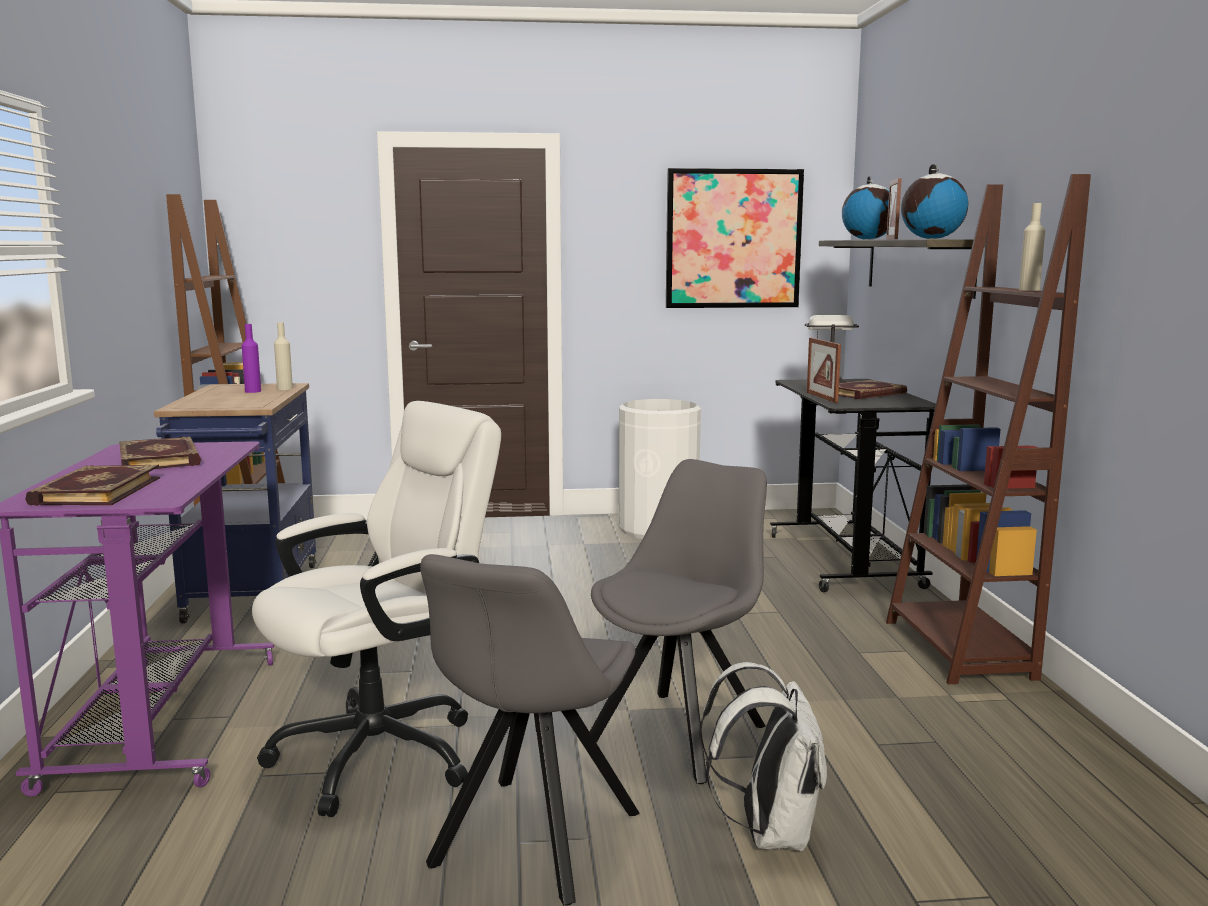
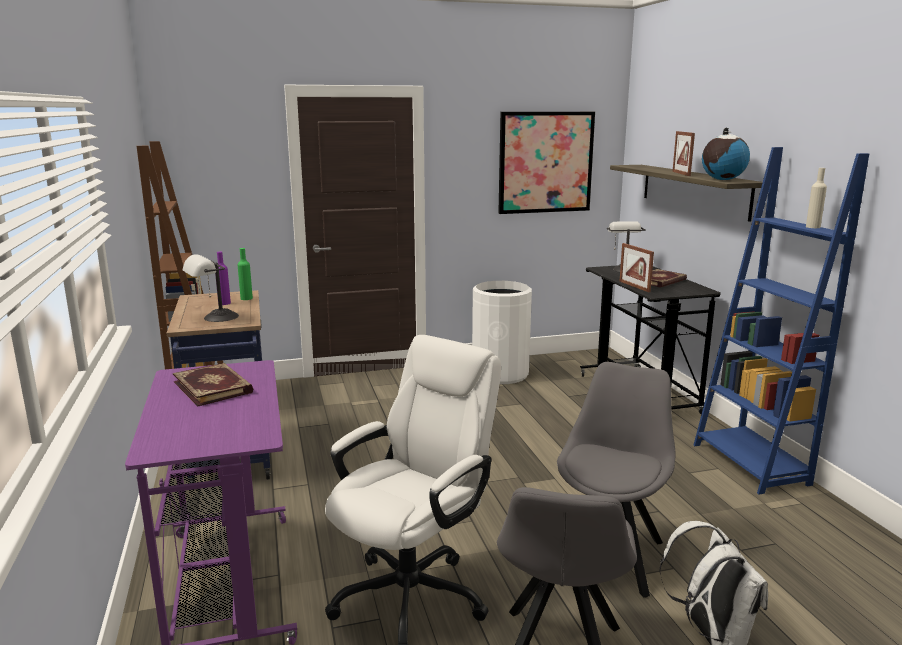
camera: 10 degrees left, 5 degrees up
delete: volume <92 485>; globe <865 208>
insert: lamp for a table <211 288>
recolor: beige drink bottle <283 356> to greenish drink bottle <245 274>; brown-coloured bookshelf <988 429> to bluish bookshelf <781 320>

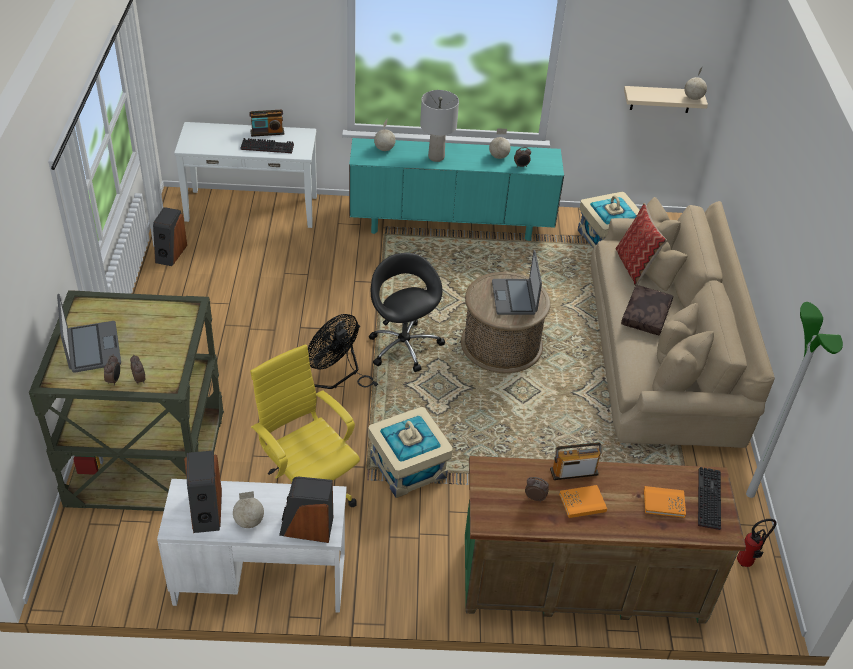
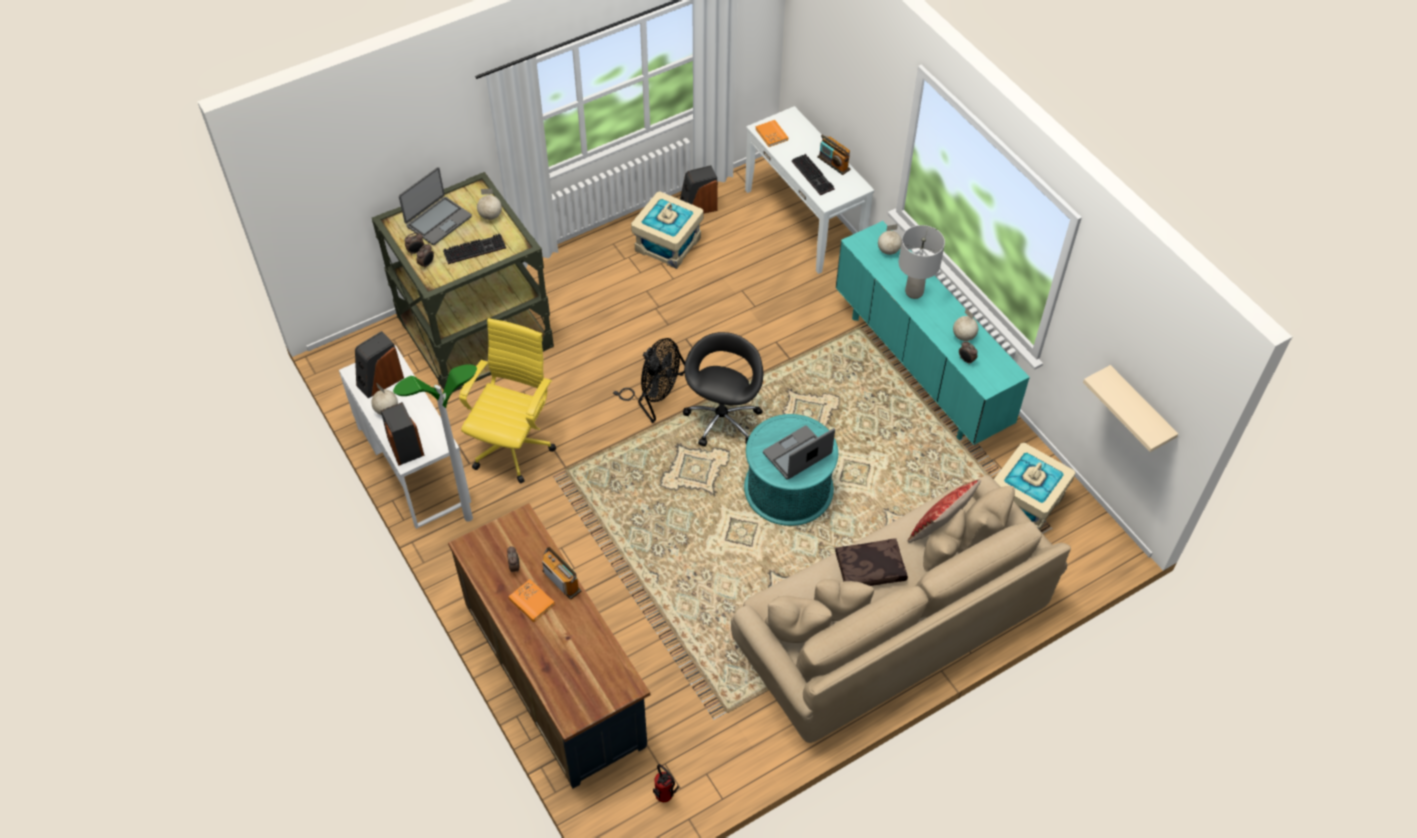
camera: 60 degrees right, 10 degrees up
move: beige storage bin <410 452> to <667 230>; orange-coloured volume <665 502> to <771 133>; globe <696 83> to <489 204>; PC keyboard <709 498> to <474 249>; standing lamp <794 400> to <435 443>
recolor: brown-coloured coffee table <506 322> to blue-green coffee table <791 470>; greenish dresser <605 539> to bluish dresser <549 645>
rotate: black fan <343 351> = <649 380> 105 degrees clockwise

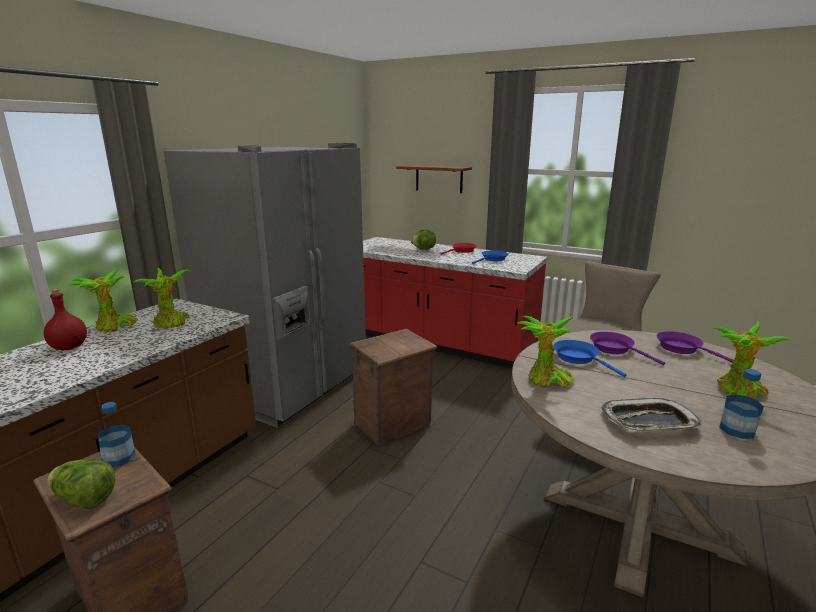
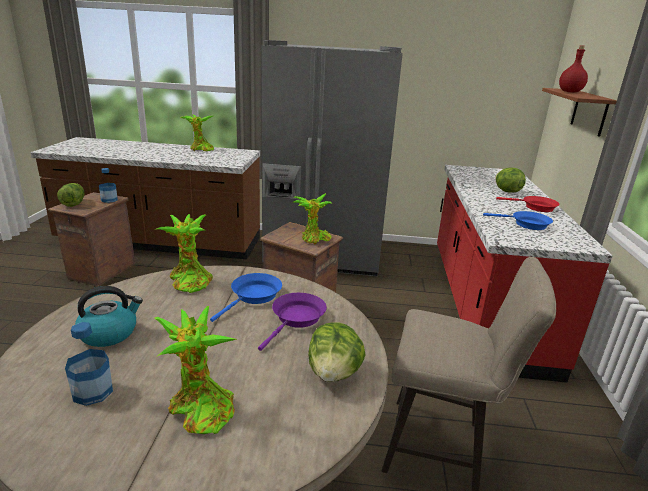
camera: 65 degrees right, 5 degrees up
move: reddish drink bottle <65 319> to <573 68>; plant in a pot <161 298> to <313 218>
replace: serving tray <651 415> to water kettle <109 316>; purplish pan <695 347> to lettuce head <337 352>

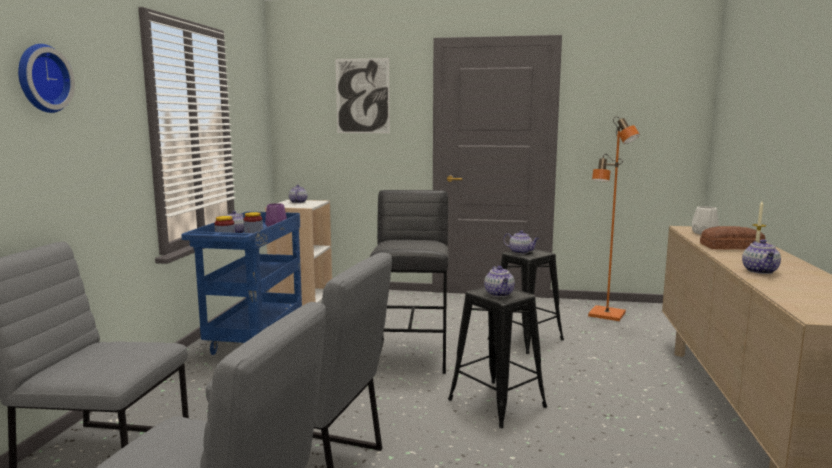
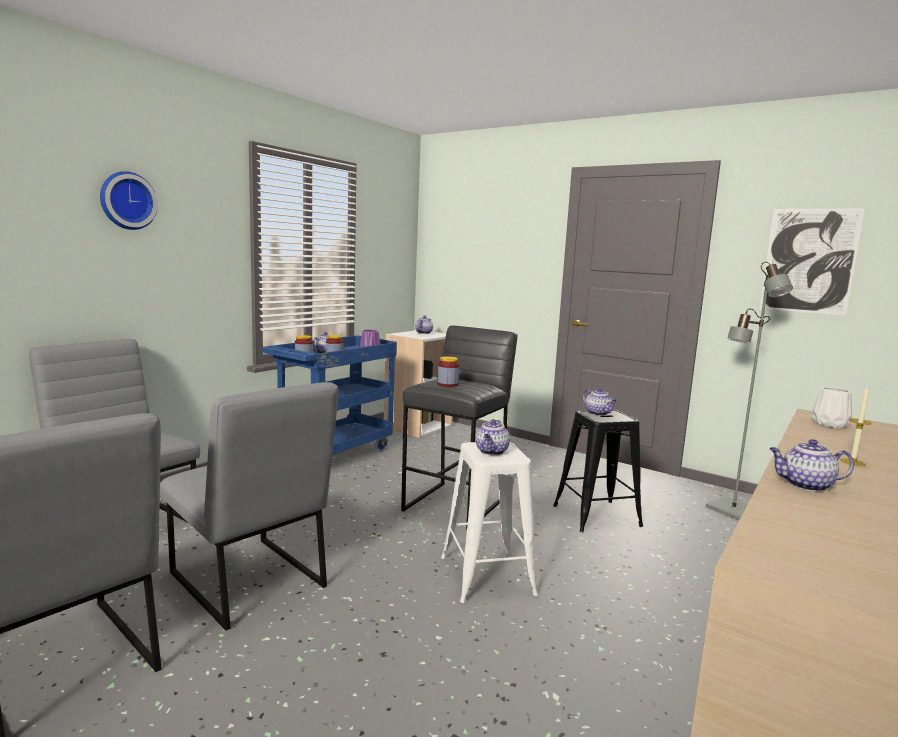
camera: 25 degrees right, 0 degrees up
delete: bakery bread <732 238>
insert: jar <448 371>
move: wall art <363 95> to <812 262>
recolor: black sitting stool <497 357> to white-coloured sitting stool <489 522>; orange-coloured standing lamp <614 218> to greyish standing lamp <749 391>
rotate: teapot <761 256> = <811 465> 60 degrees clockwise

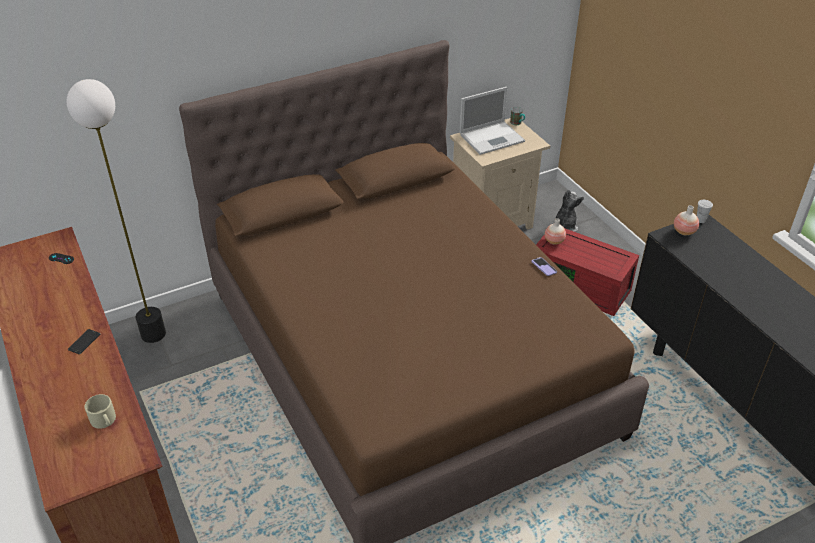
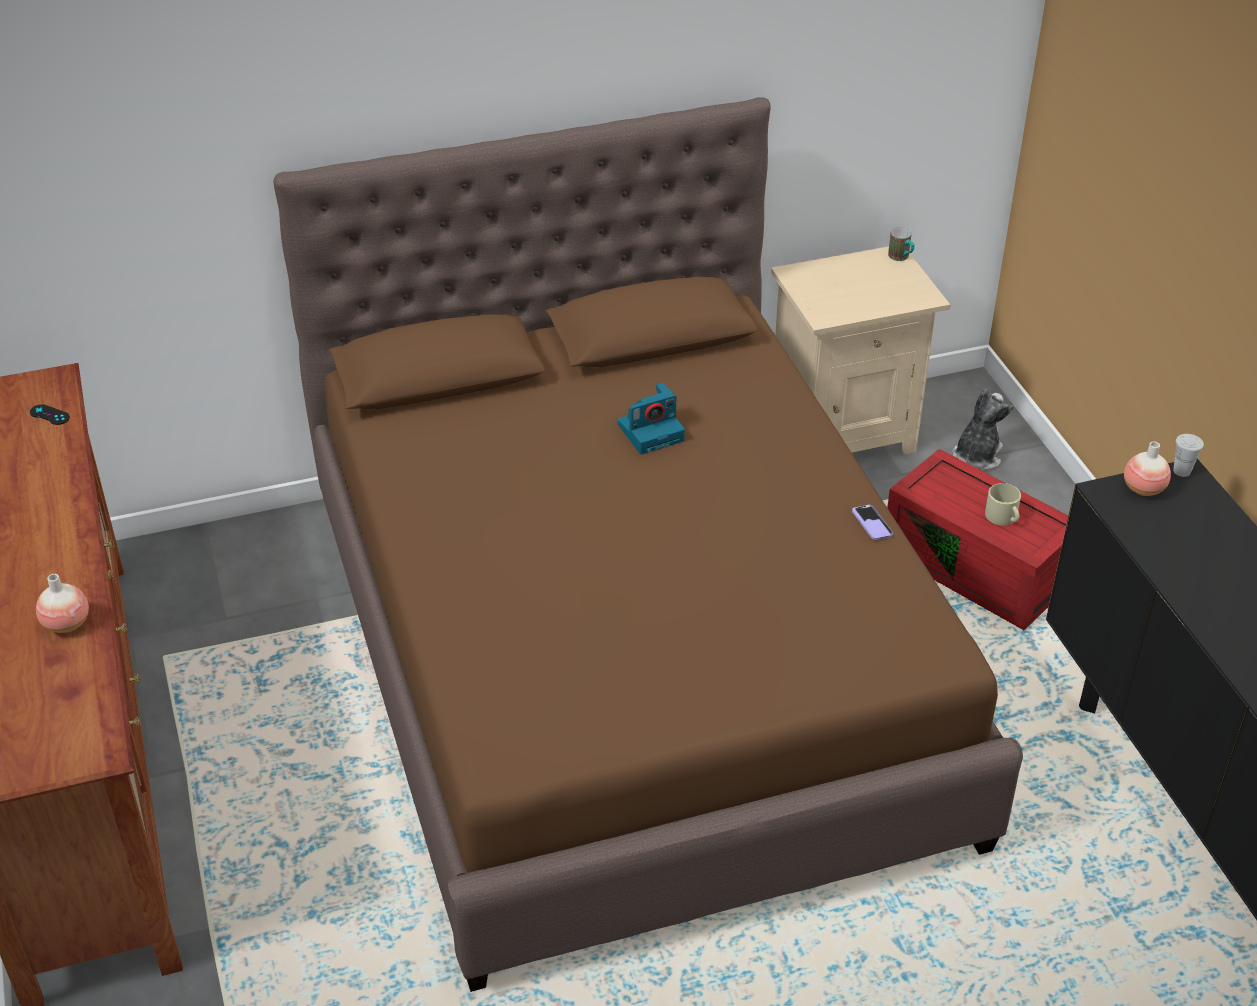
camera: 10 degrees right, 0 degrees up
delete: standing lamp <116 211>; handset <84 341>; laptop <492 121>
insert: photo camera <651 418>
move: beige tea mug <100 411> to <1003 504>; decorative vase <555 231> to <62 603>

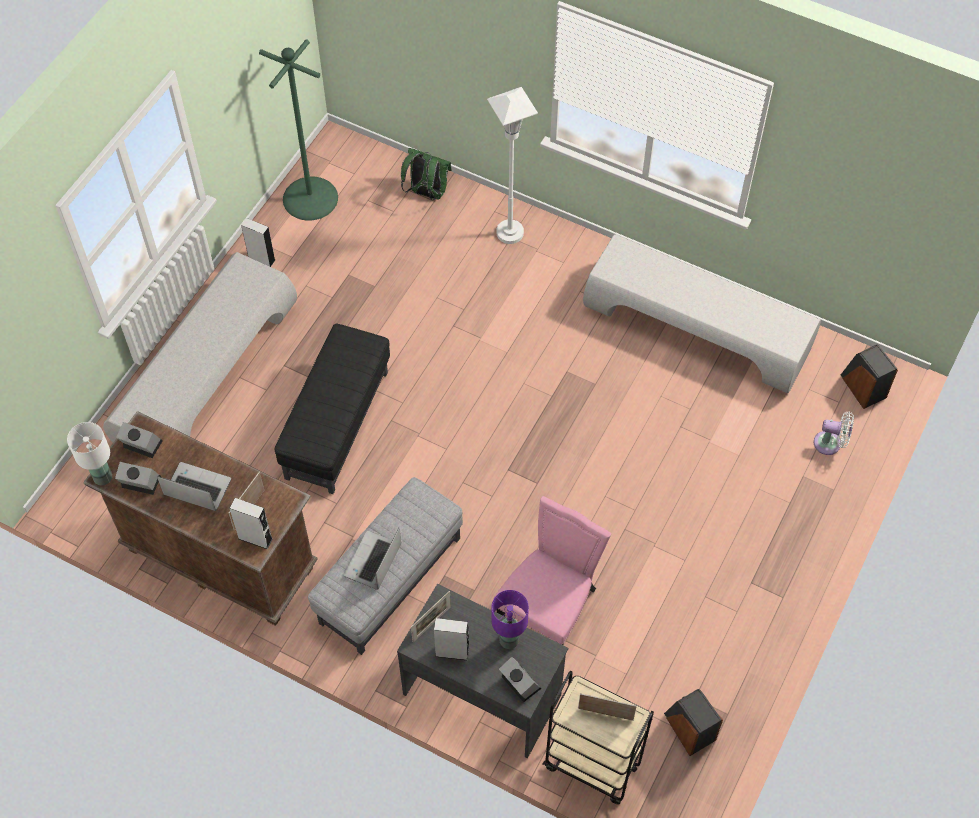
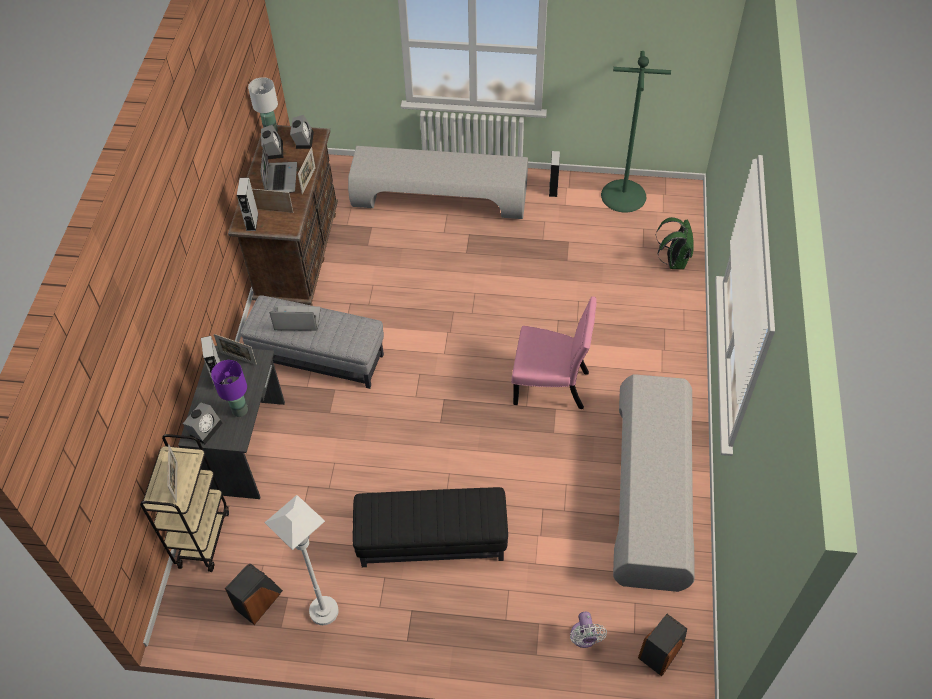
camera: 70 degrees right, 5 degrees down
insert: photo frame <307 171>
move: black ottoman <332 408> to <430 527>; white-coloured standing lamp <512 165> to <301 560>; pink-coloured plain chair <552 570> to <554 353>

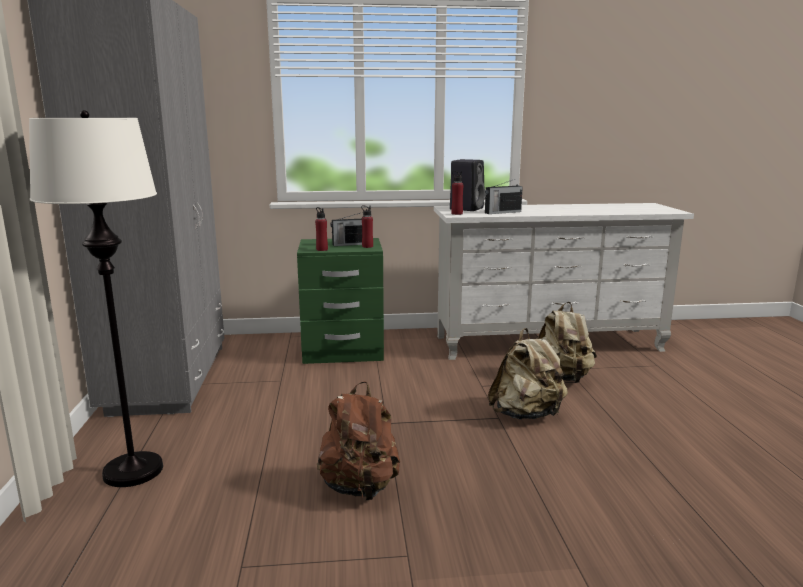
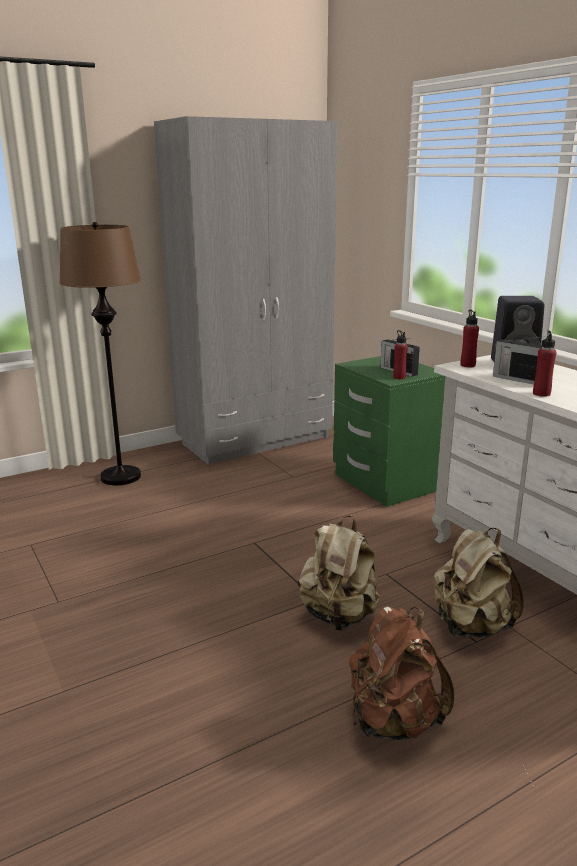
camera: 65 degrees right, 5 degrees up
move: reddish drink bottle <321 229> to <544 363>; brown-coloured knapsack <358 441> to <401 673>
recolor: white-coloured standing lamp <96 298> to brown-coloured standing lamp <100 353>

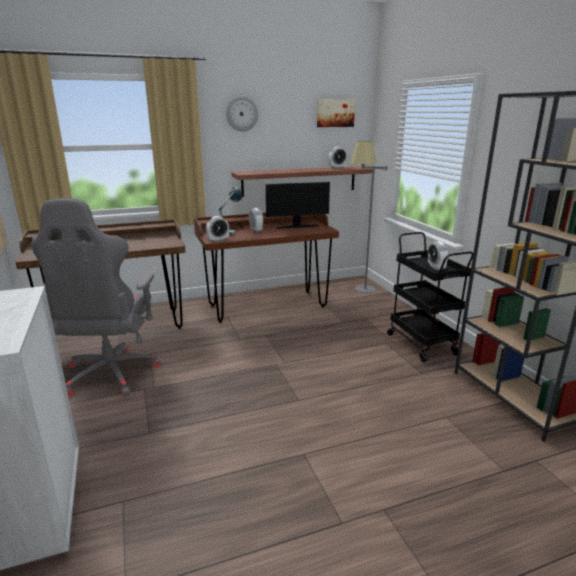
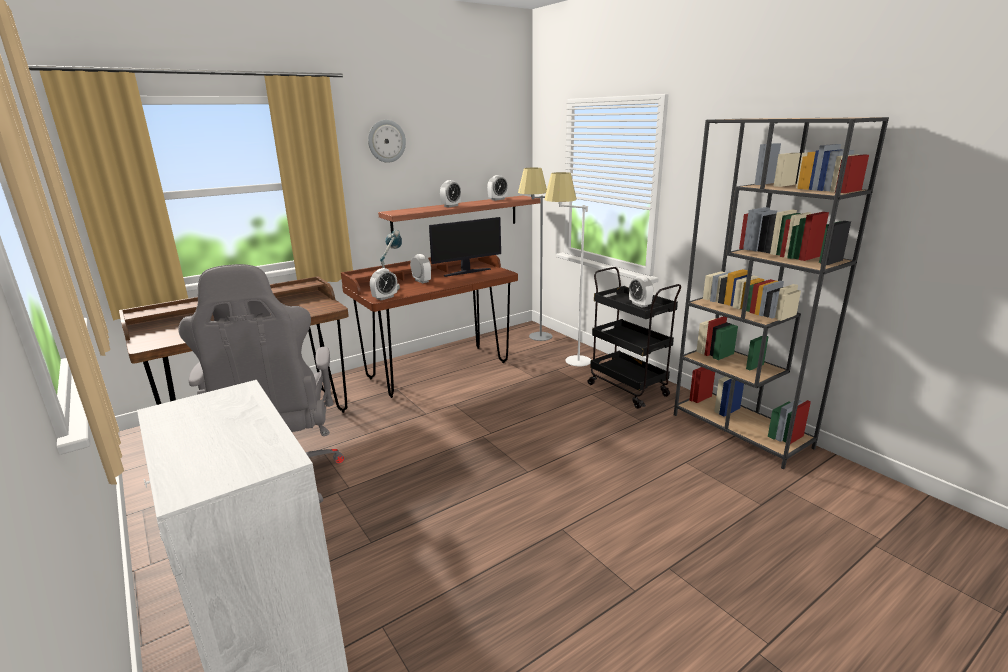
camera: 15 degrees left, 0 degrees up
delete: wall art <336 113>
insert: table clock <450 193>; white-coloured standing lamp <567 269>

